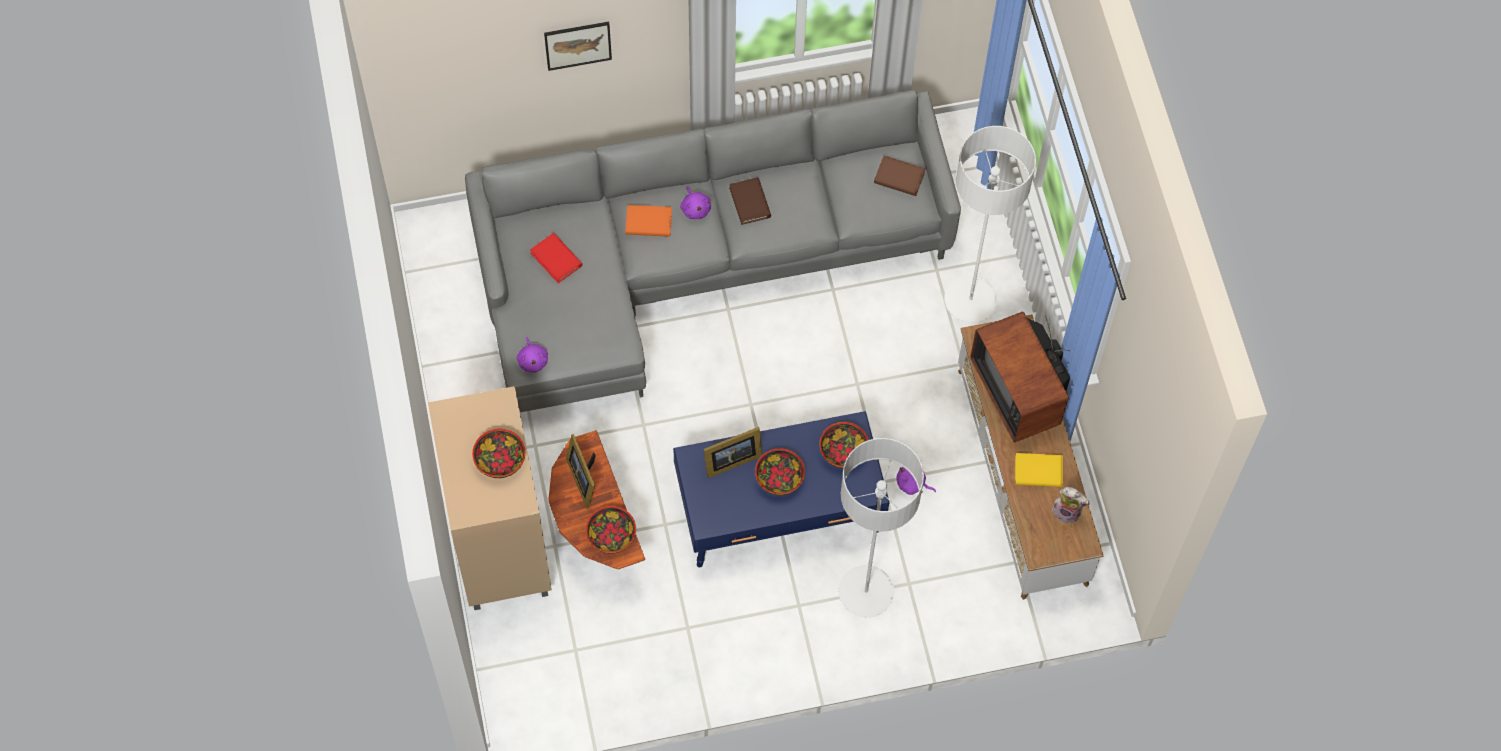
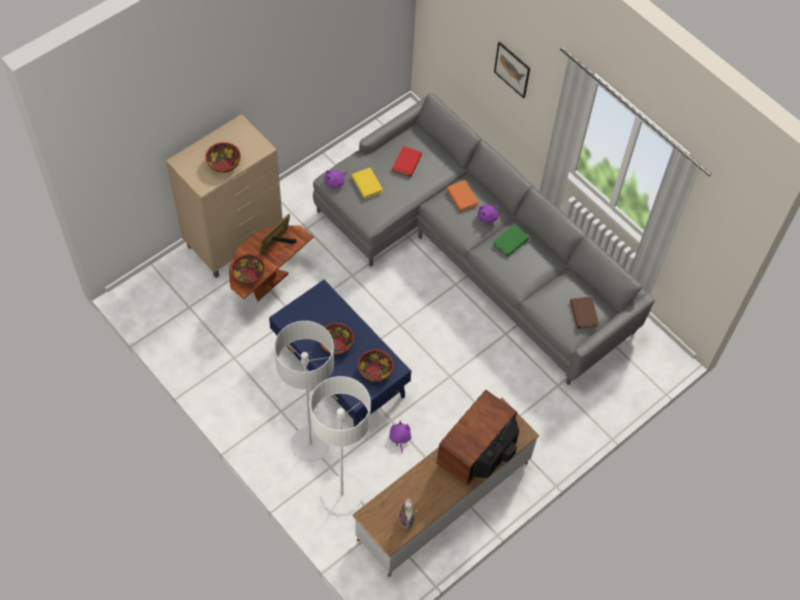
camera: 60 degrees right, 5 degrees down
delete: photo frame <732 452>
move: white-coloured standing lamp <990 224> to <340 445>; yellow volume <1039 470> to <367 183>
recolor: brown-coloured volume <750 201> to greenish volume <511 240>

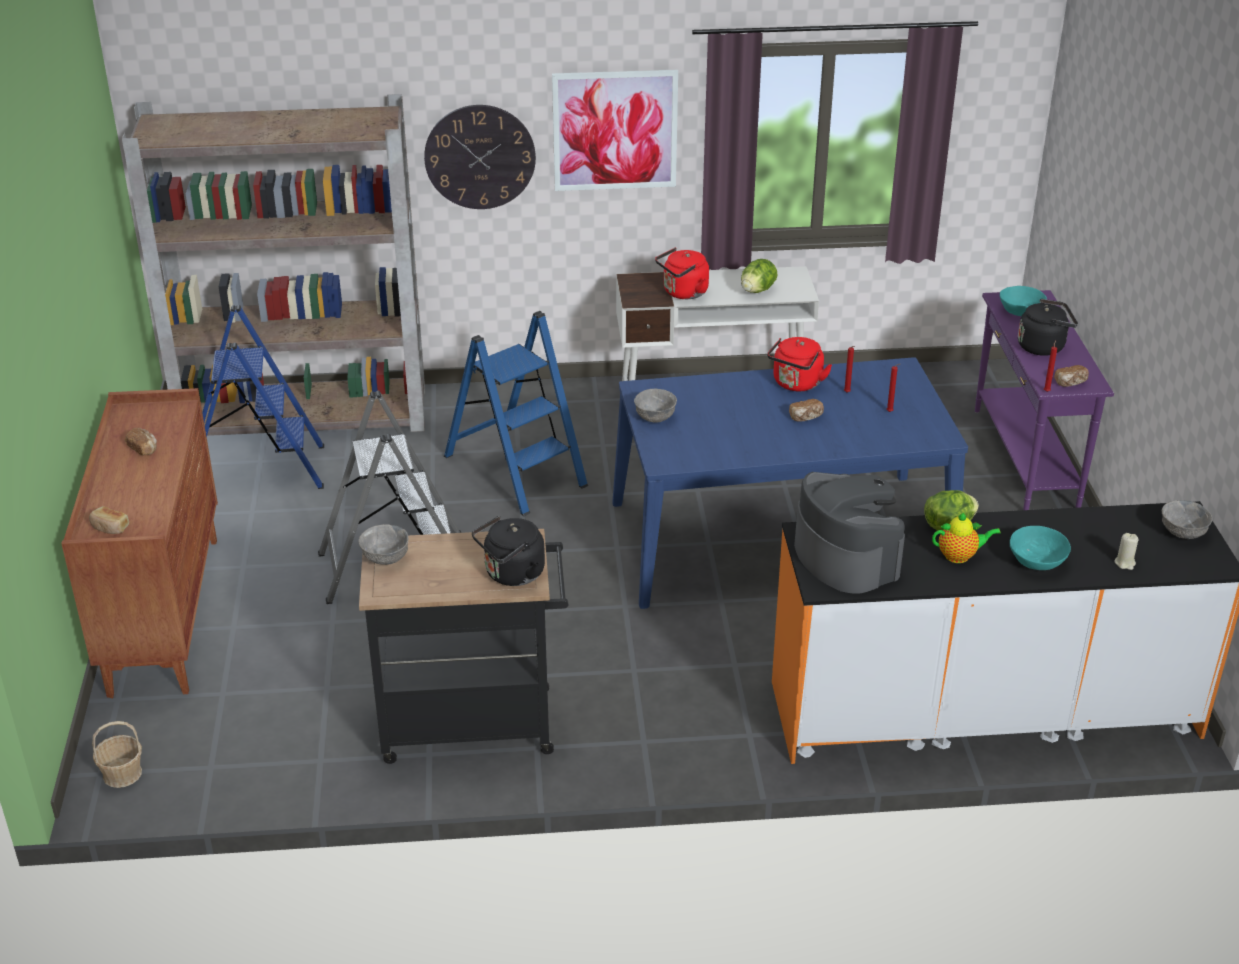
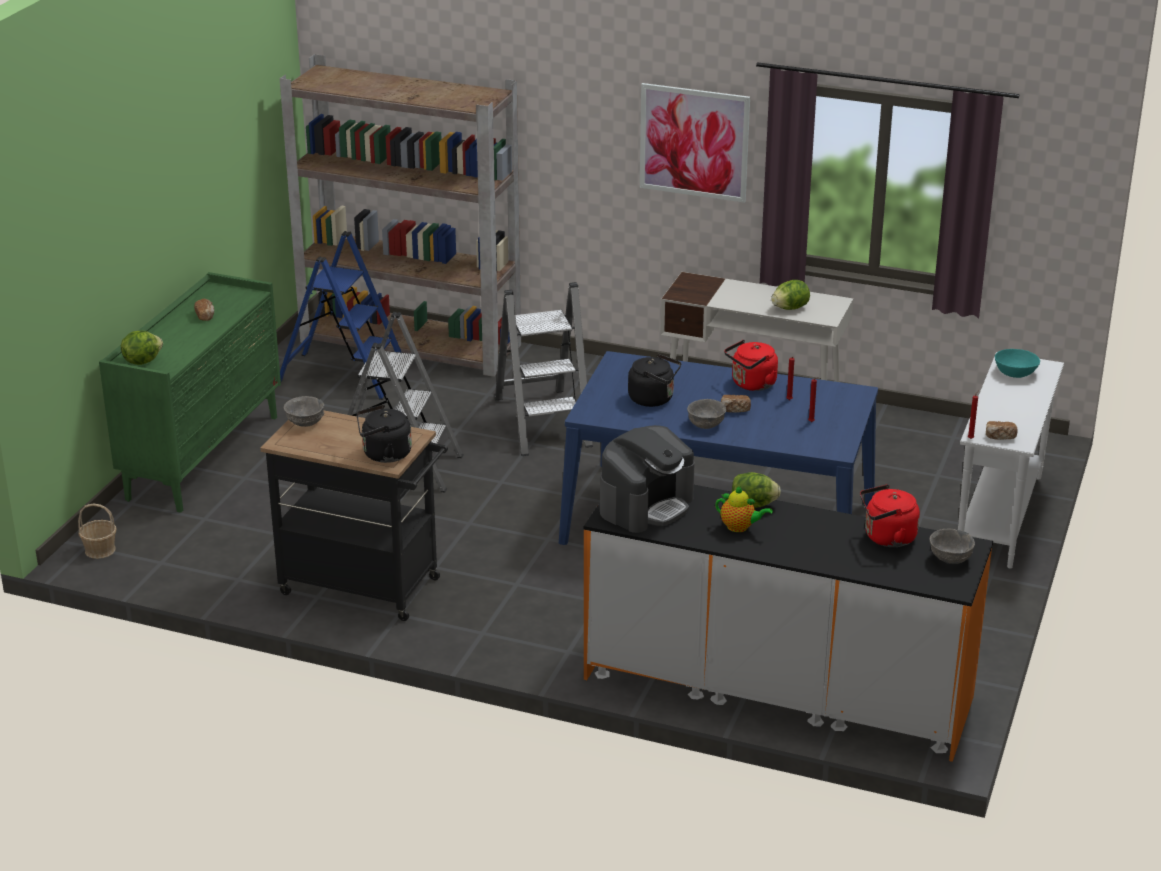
camera: 25 degrees right, 5 degrees down
delete: clock on the wall <480 157>; blue-green serving bowl <1040 548>; beige candle <1126 551>
move: greyish serving bowl <655 406> to <707 414>; reddish water kettle <682 273> to <890 515>; black water kettle <1048 327> to <654 380>
replace: bakery bread <109 520> to lettuce head <142 348>
recolor: brown-coloured cupboard <139 543> to greenish cupboard <190 392>; bluish step stool <516 413> to greyish step stool <544 369>; purplish console table <1044 400> to white-coloured console table <1011 460>
rotate: coffee brewer <849 533> = <647 479> 45 degrees clockwise

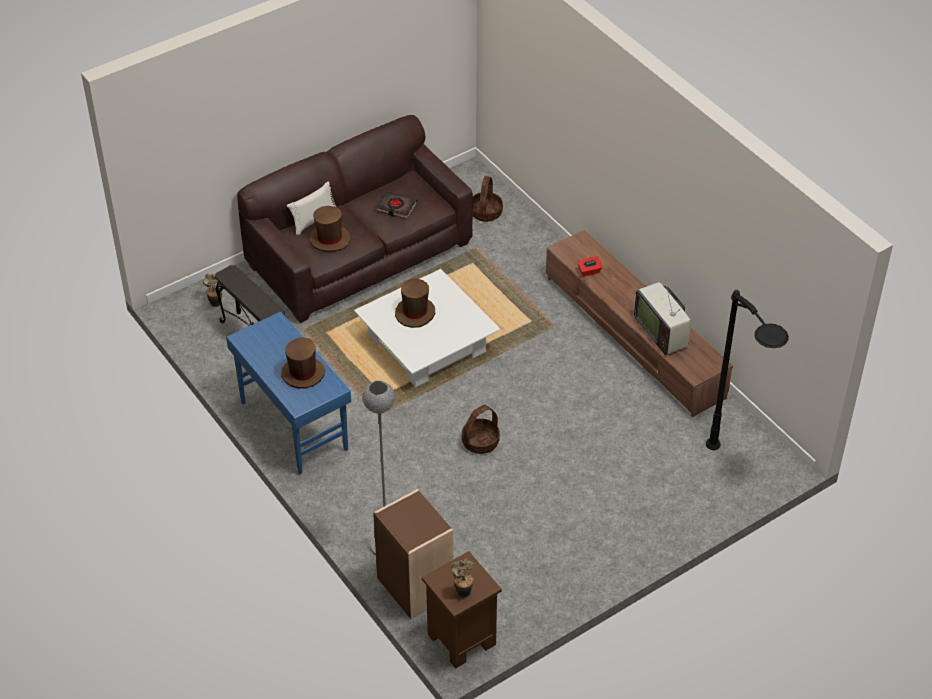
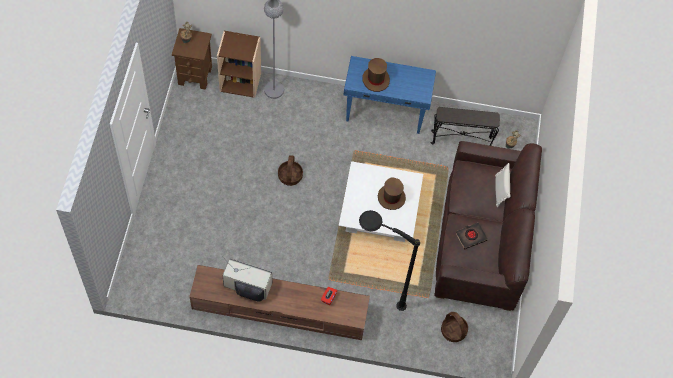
camera: 130 degrees right, 15 degrees up
delete: brown-coloured clothing hat <330 229>
move: black standing lamp <747 370> to <389 260>

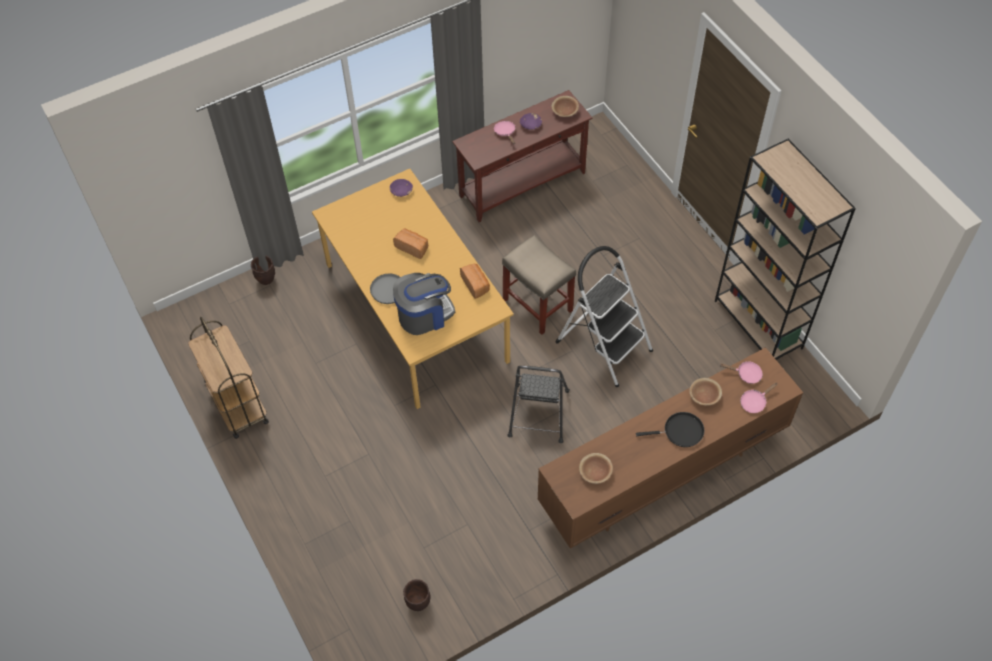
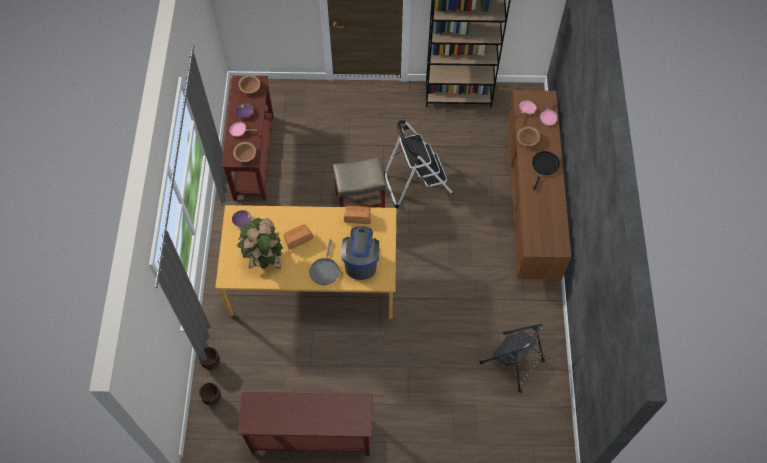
camera: 60 degrees left, 5 degrees up
insert: plant in a pot <260 243>
move: brown-coloured planter <416 595> to <210 394>; black step stool <538 404> to <512 358>; brown-coloured serving bowl <596 468> to <244 152>
replace: brown-coloured cart <228 378> to brown-coloured console table <305 424>

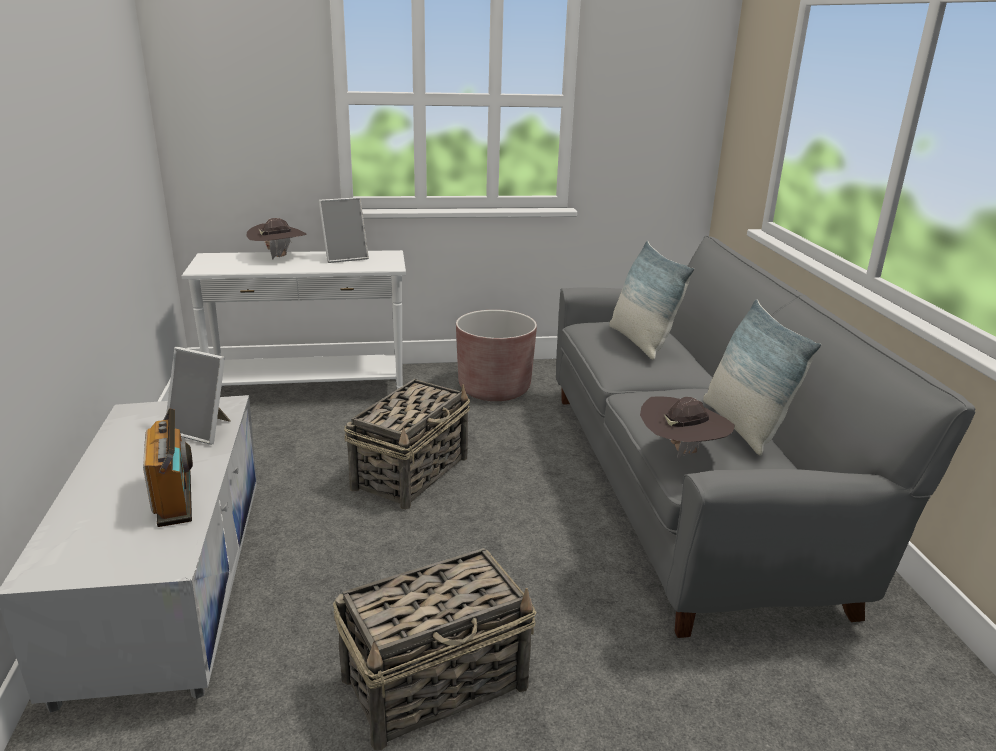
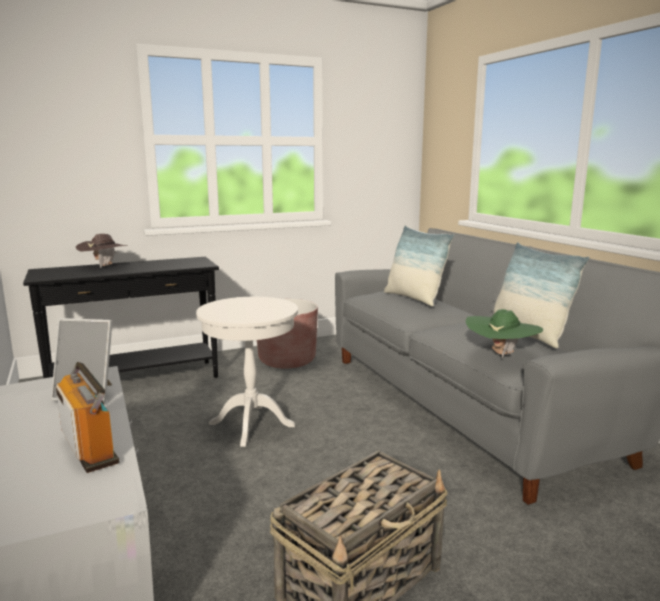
camera: 15 degrees left, 10 degrees down
delete: photo frame <344 230>
replace: storage basket <407 444> to white-coloured side table <247 372>
recolor: white-coloured console table <294 319> to black console table <121 317>; brown-coloured clothing hat <687 427> to greenish clothing hat <504 334>

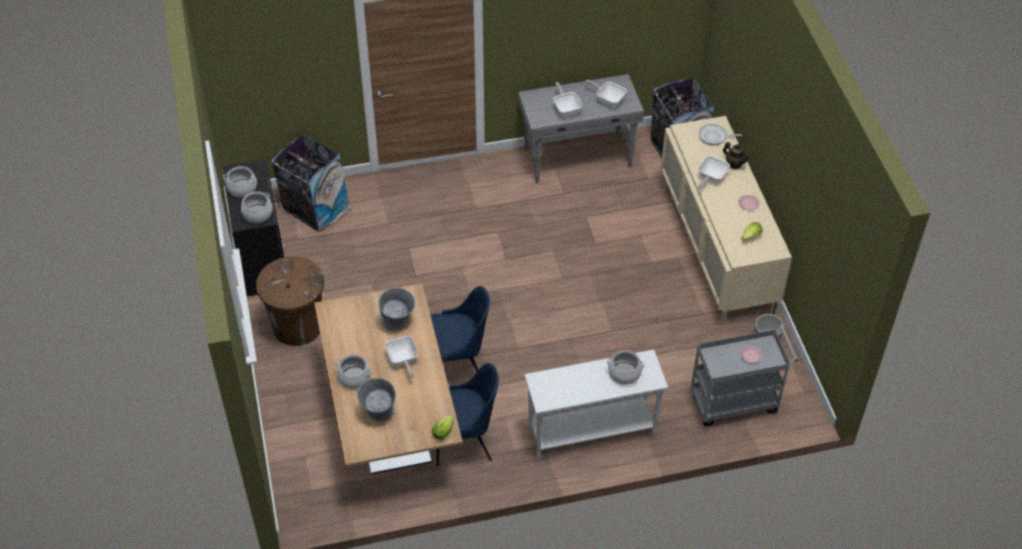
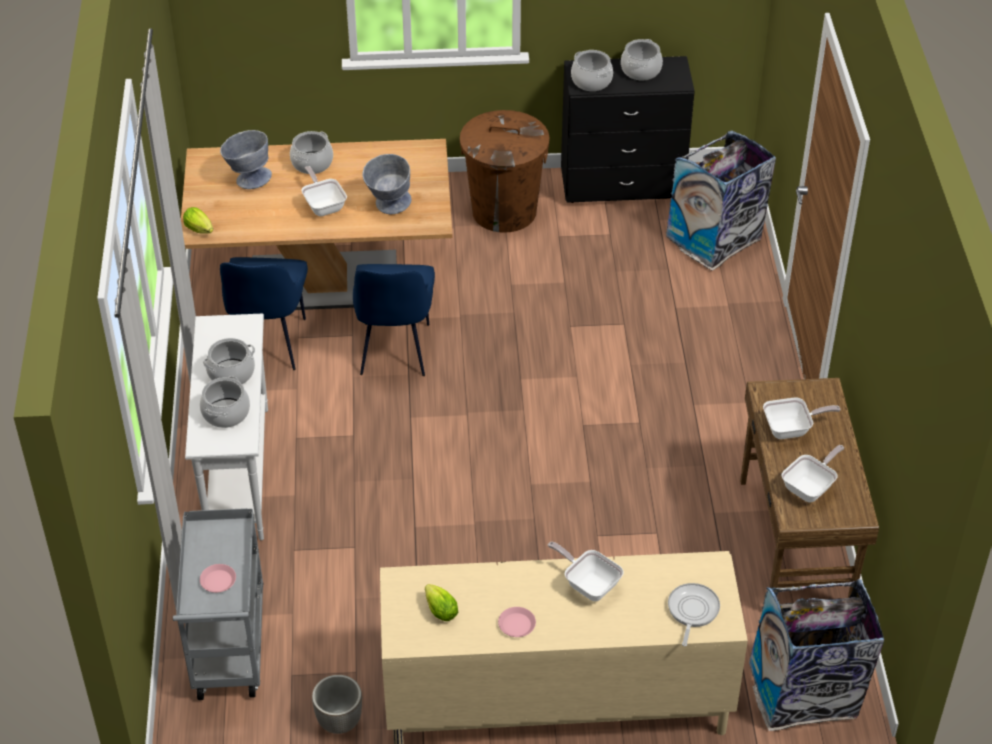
camera: 100 degrees right, 5 degrees down
delete: teapot <736 155>
insert: stockpot <229 361>
recolor: greyish console table <581 128> to brown-coloured console table <809 488>
rotate: pan <401 357> = <324 191> 75 degrees clockwise

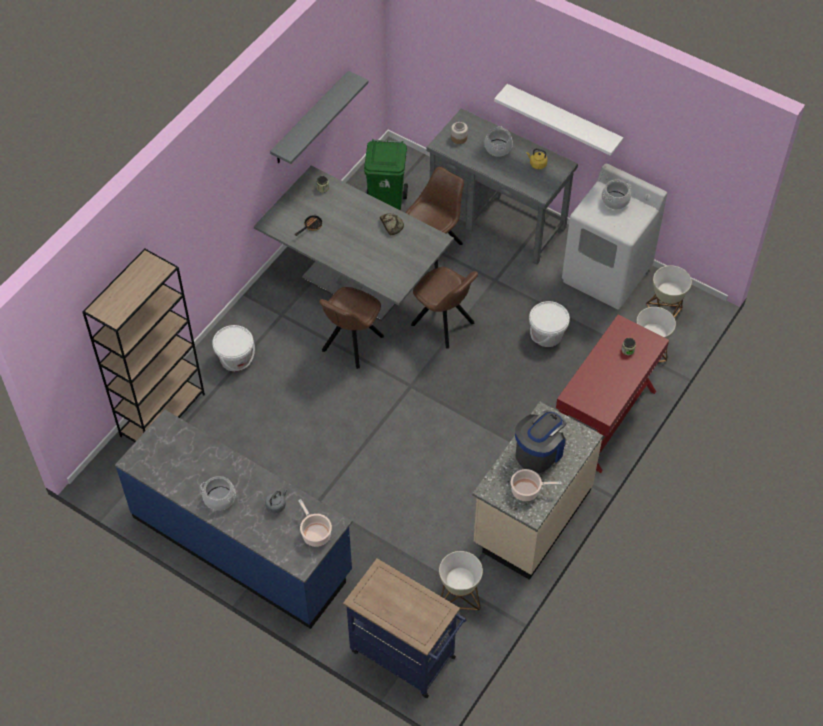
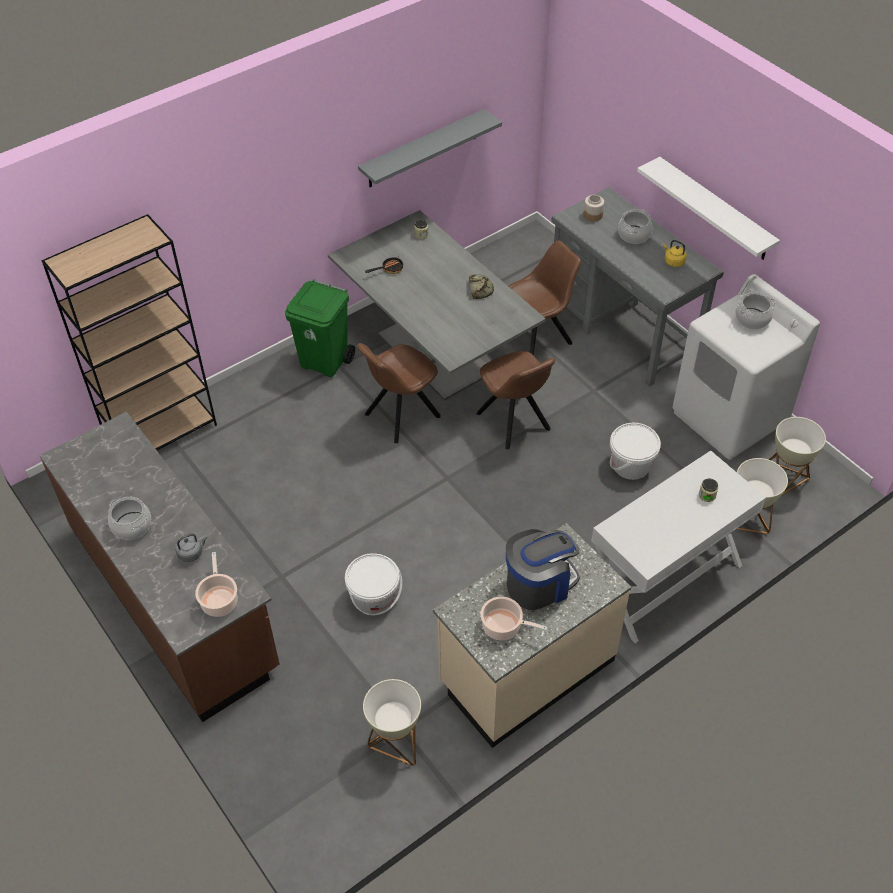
camera: 20 degrees right, 5 degrees down
delete: bluish cart <404 628>
move: white-coloured bucket <233 348> to <373 584>; greenish trash can <386 175> to <320 328>
recolor: bluish kitchen counter <233 519> to brown-coloured kitchen counter <160 567>; reddish console table <612 394> to white-coloured console table <678 546>

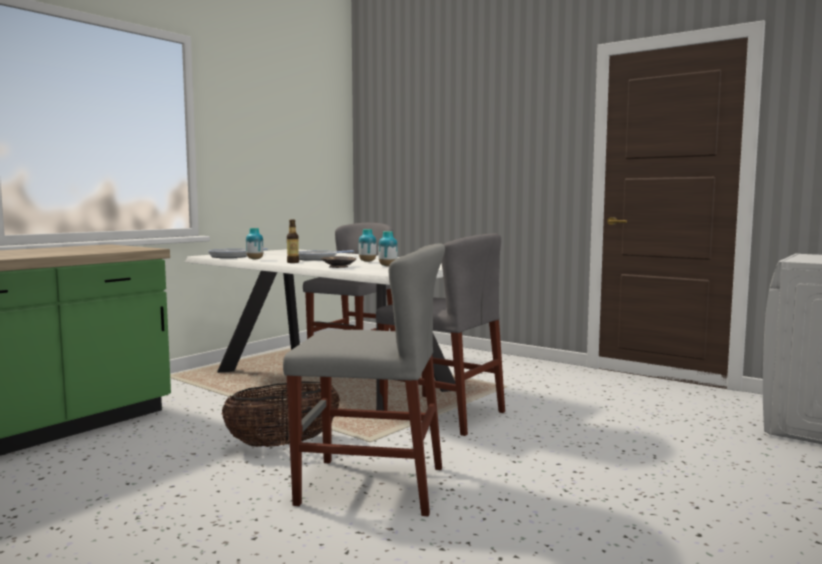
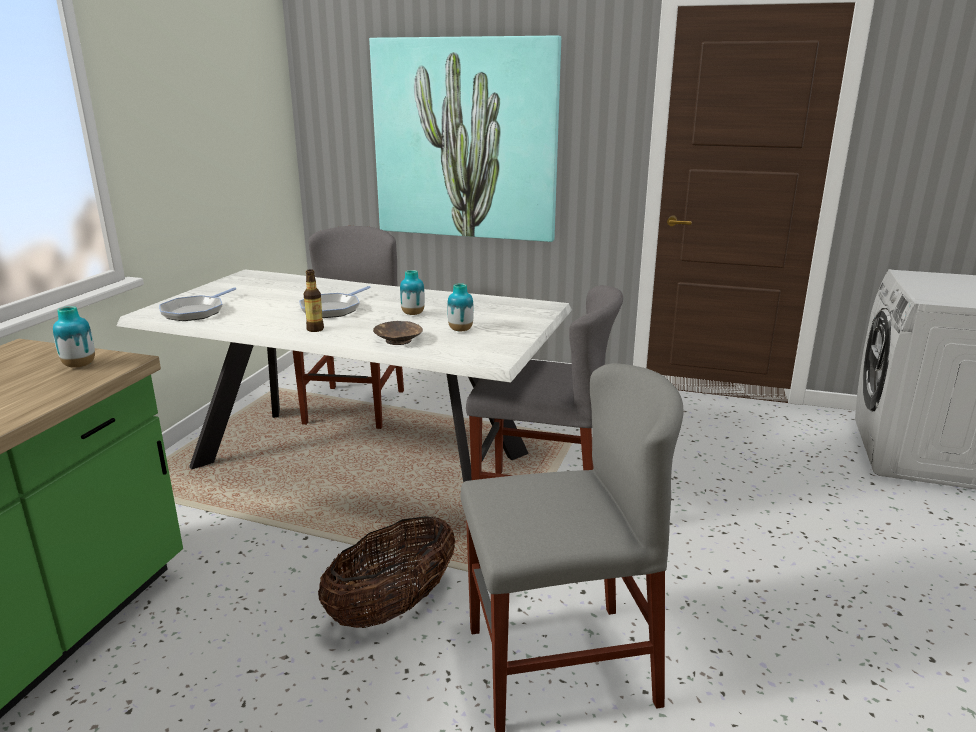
camera: 20 degrees left, 15 degrees up
insert: wall art <465 139>
move: decorative vase <255 243> to <74 337>

